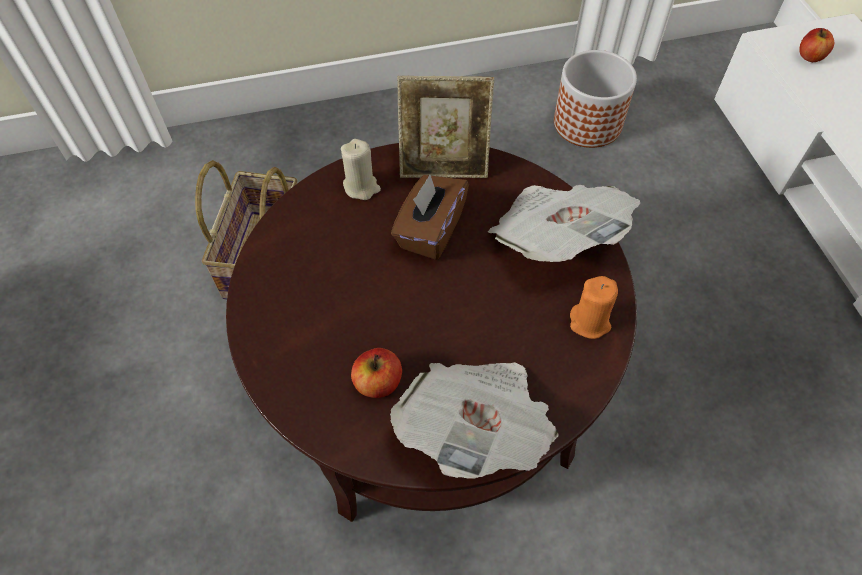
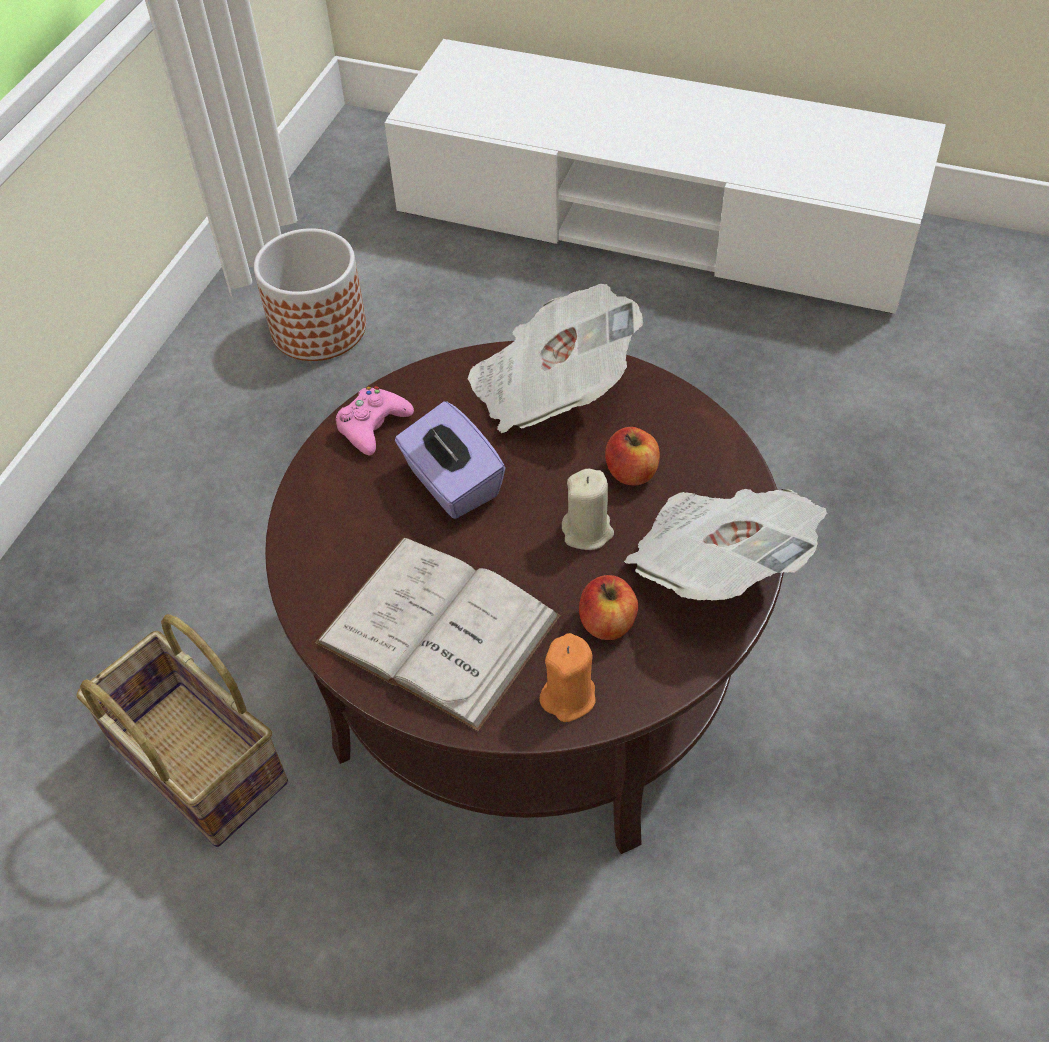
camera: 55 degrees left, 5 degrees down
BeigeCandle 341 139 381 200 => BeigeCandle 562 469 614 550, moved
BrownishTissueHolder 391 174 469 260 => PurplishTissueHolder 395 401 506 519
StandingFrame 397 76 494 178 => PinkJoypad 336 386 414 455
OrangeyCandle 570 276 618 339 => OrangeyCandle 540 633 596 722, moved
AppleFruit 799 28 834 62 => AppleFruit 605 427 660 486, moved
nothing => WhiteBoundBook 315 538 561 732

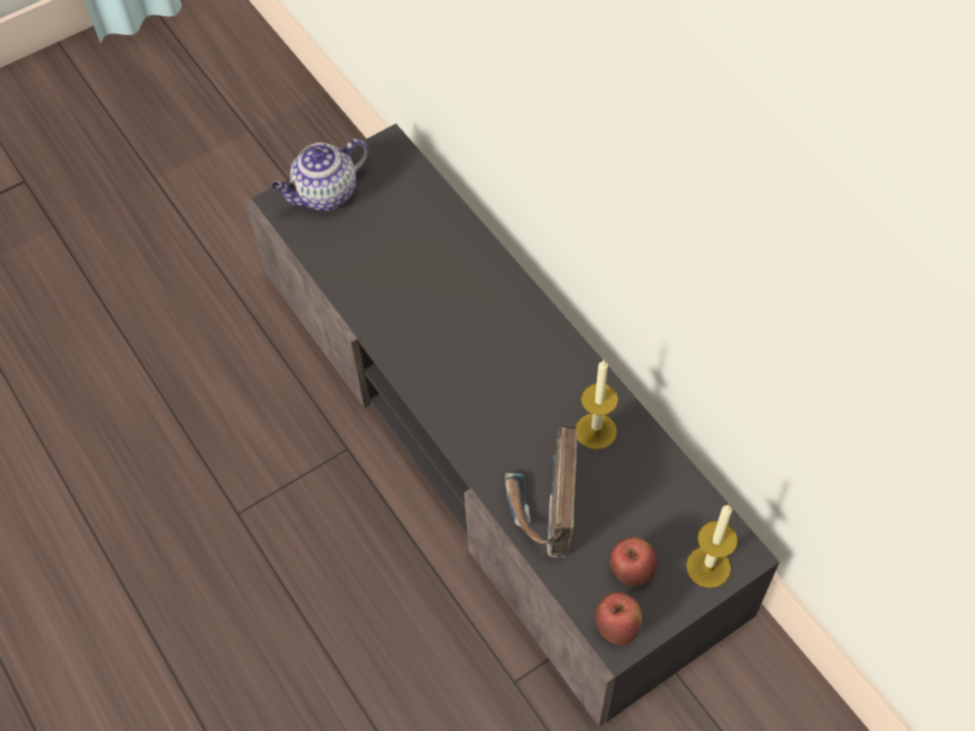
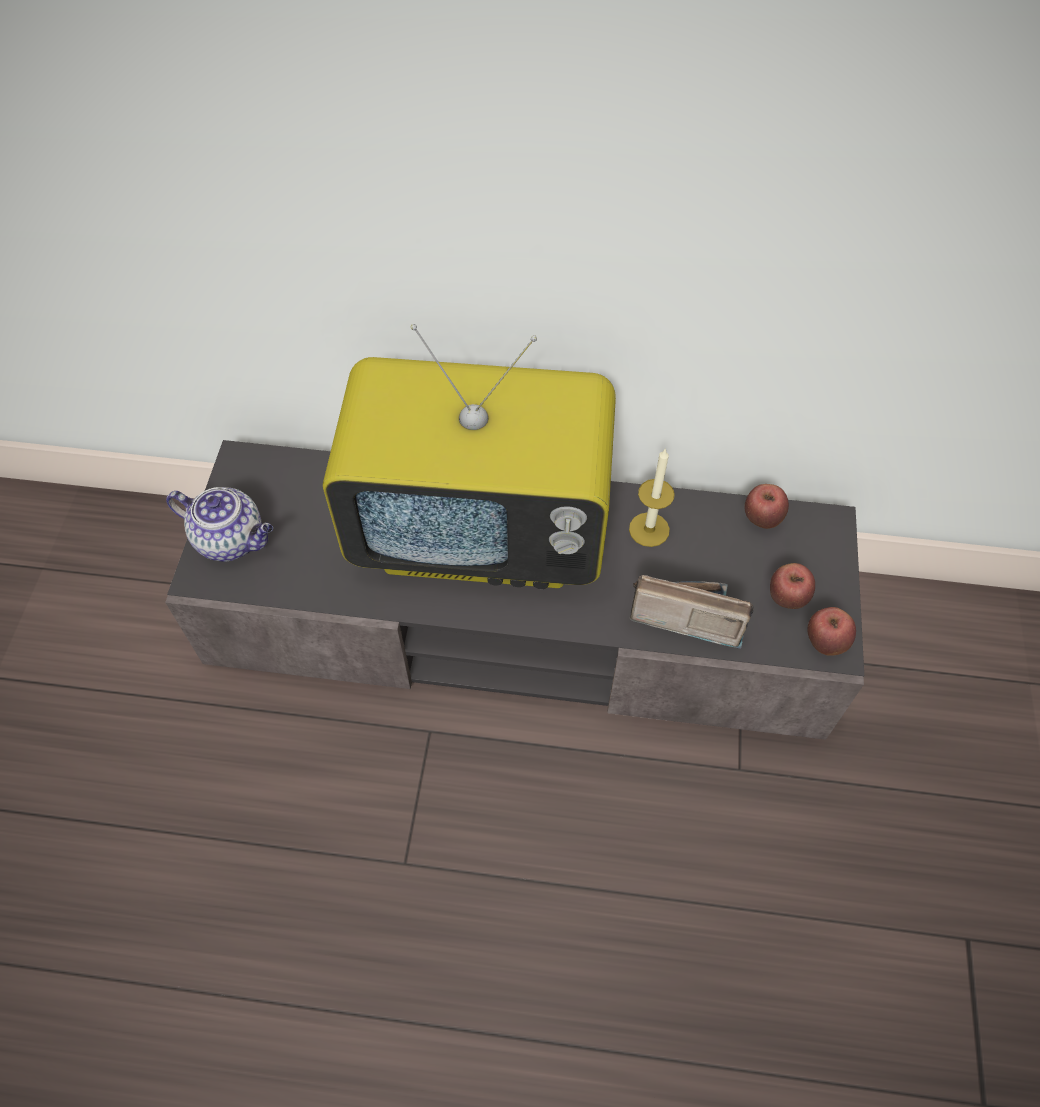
camera: 50 degrees left, 0 degrees up
Teapot 272 139 369 211 => Teapot 166 487 273 562, 75 degrees counterclockwise
RadioSet 505 426 577 557 => RadioSet 630 575 754 649, 150 degrees clockwise
Candle 686 504 737 588 => nothing
nothing => Tv 323 324 616 589
nothing => AppleFruit 744 484 789 529

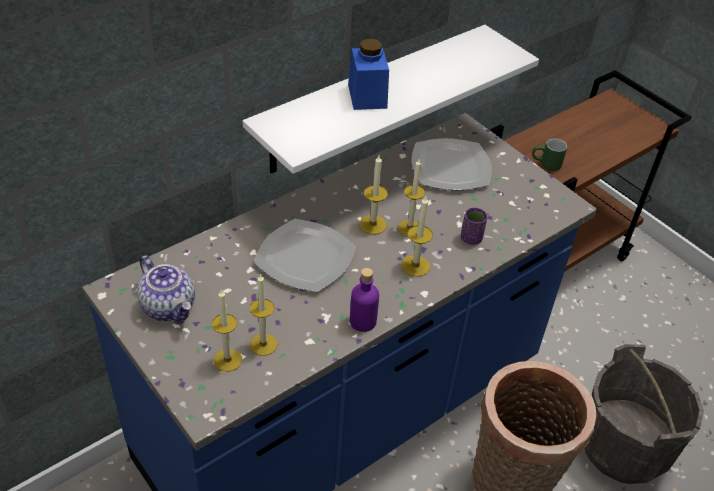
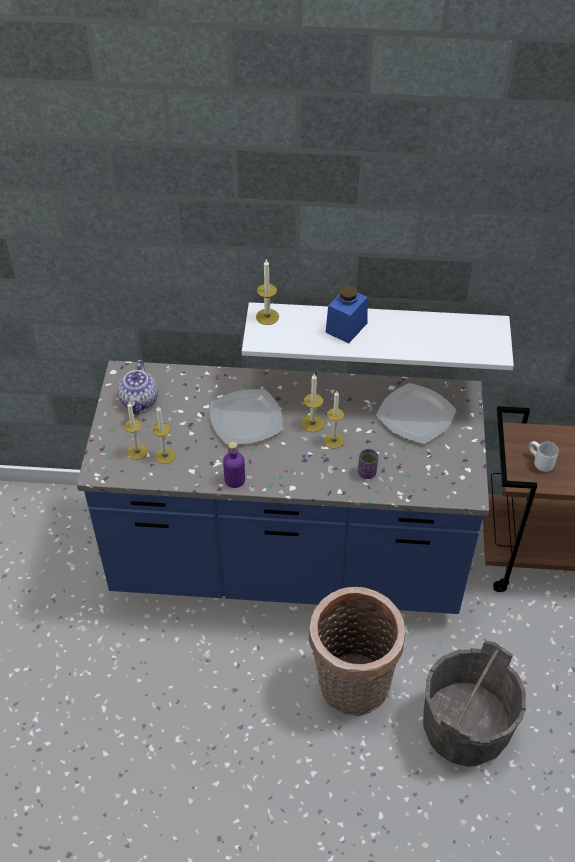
camera: 45 degrees right, 5 degrees up
Candle 401 196 433 277 => Candle 256 259 279 325, moved
GreenColouredTeaMug 532 138 567 171 => WhiteTeaMug 529 441 559 472

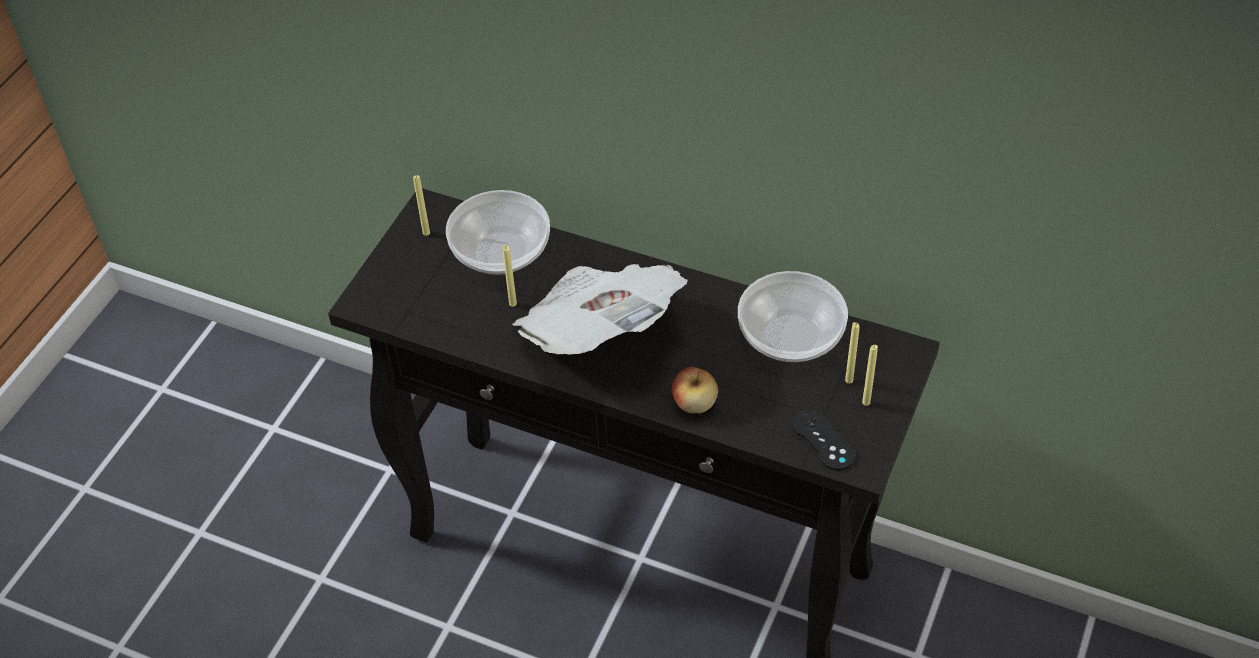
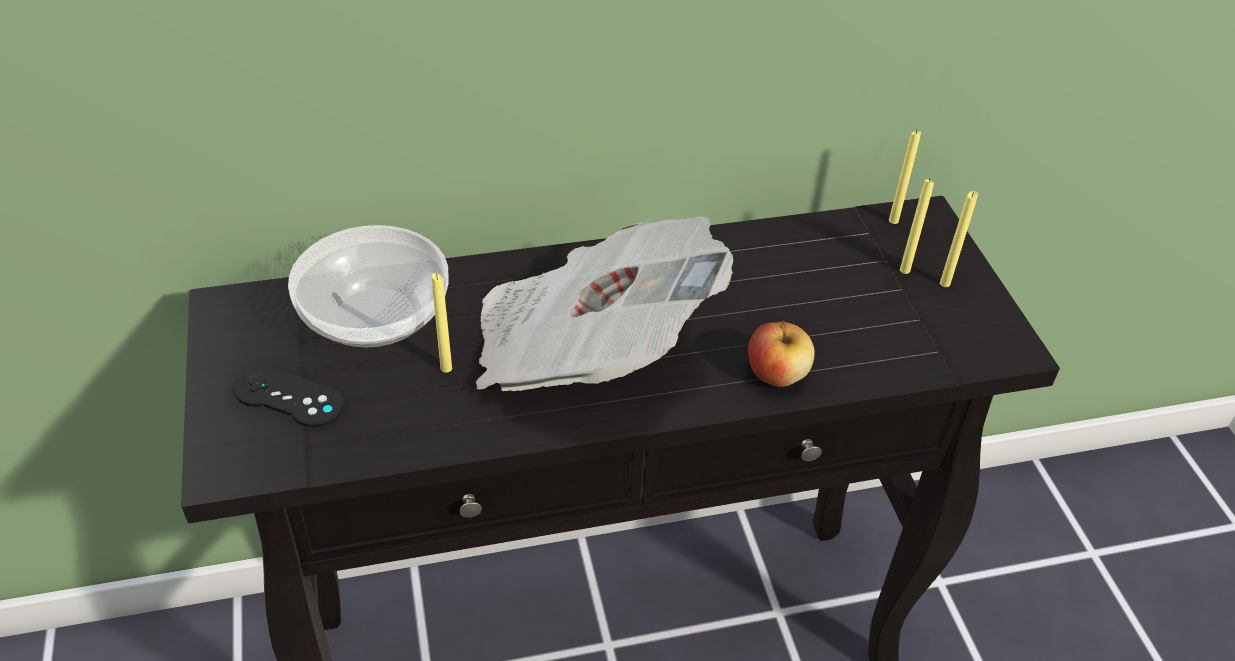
camera: 40 degrees left, 5 degrees down
YellowishCandle 413 175 430 236 => YellowishCandle 889 130 921 224, moved
Bowl 738 271 848 362 => nothing
BlackJoypad 792 409 856 470 => BlackJoypad 234 367 344 427, moved

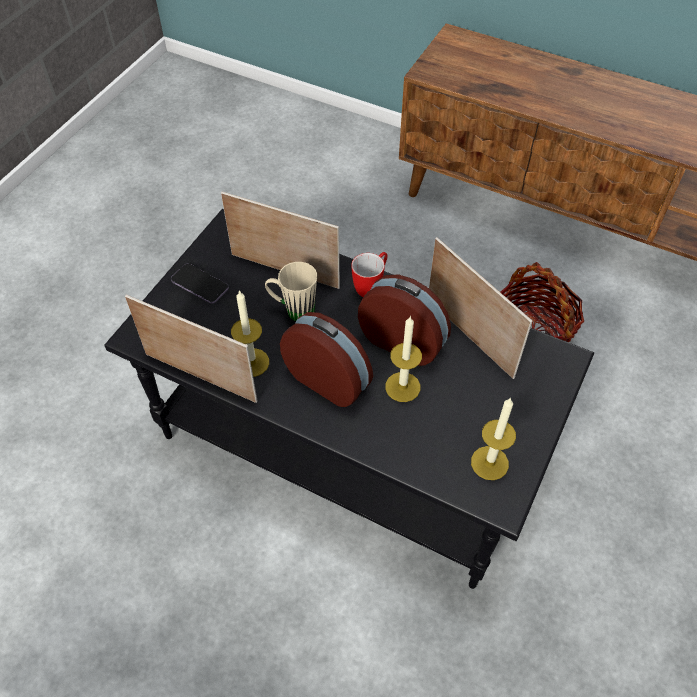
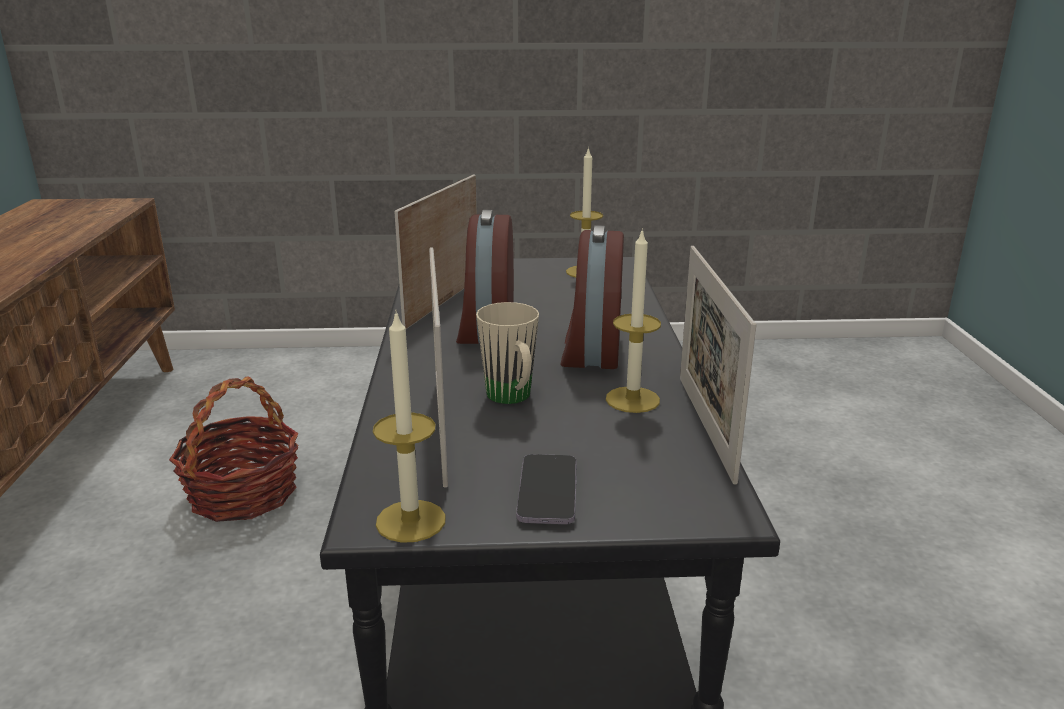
camera: 120 degrees left, 30 degrees down
TeaMug 351 252 388 297 => nothing
Candle 385 316 422 402 => Candle 373 310 446 543, moved

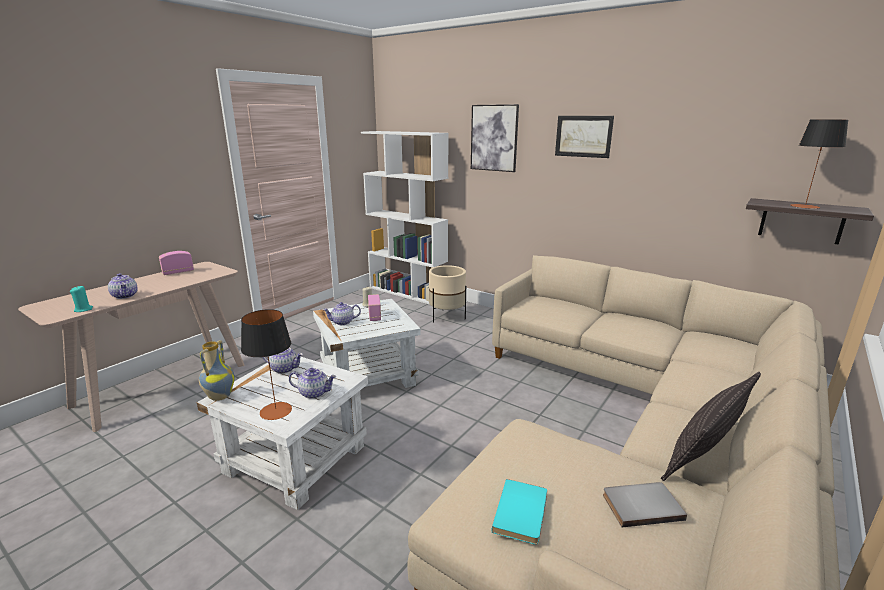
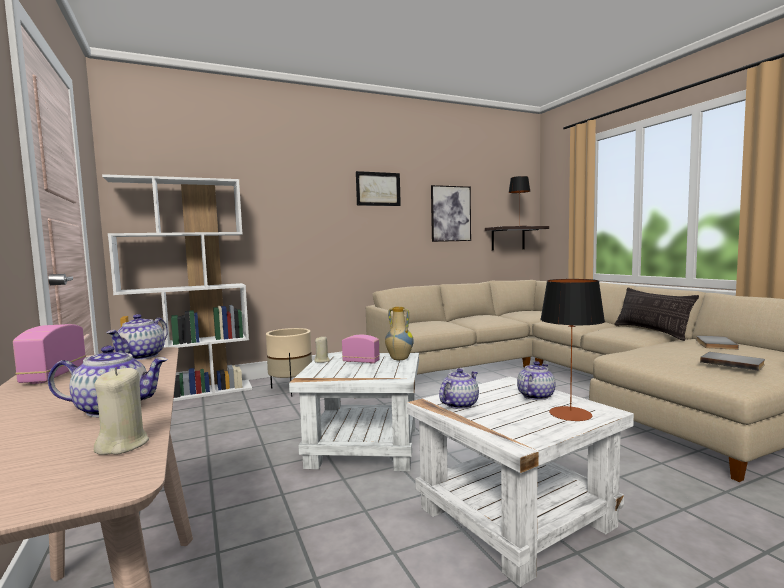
camera: 60 degrees left, 15 degrees down
BlueGreenCandle 70 286 93 312 => BeigeCandle 94 367 149 455
DecorativeVase 199 340 235 401 => DecorativeVase 385 307 414 360, moved
Teapot 323 302 361 325 => Teapot 107 314 168 360, moved
WallArt 471 104 519 172 => WallArt 431 185 471 242, moved
BlueGreenBoundBook 492 479 547 545 => GreyishBoundBook 700 352 765 371

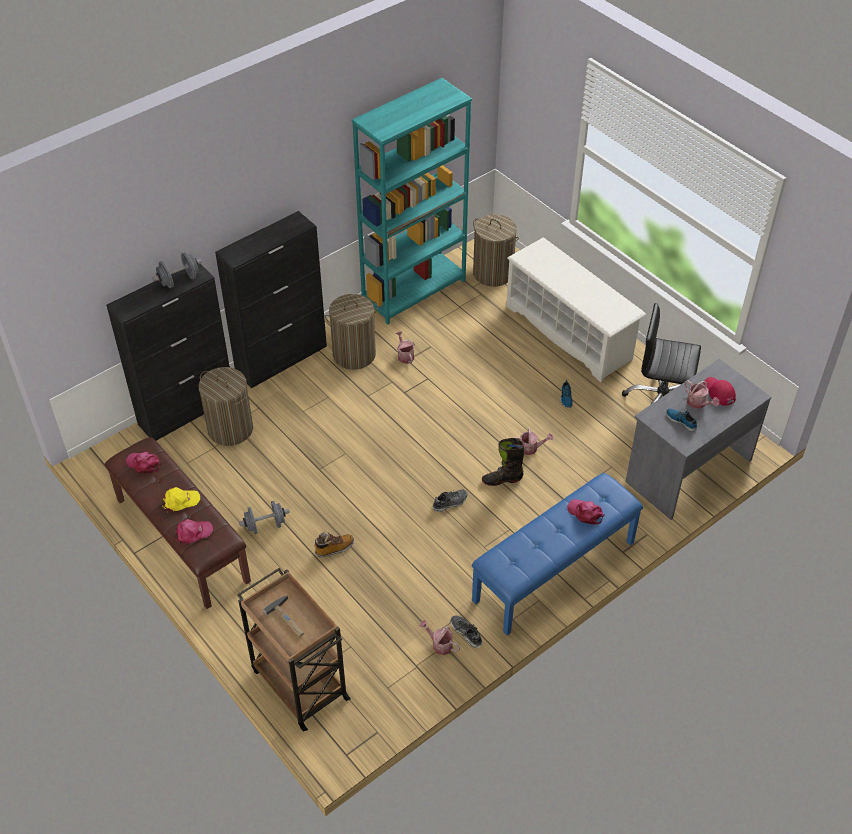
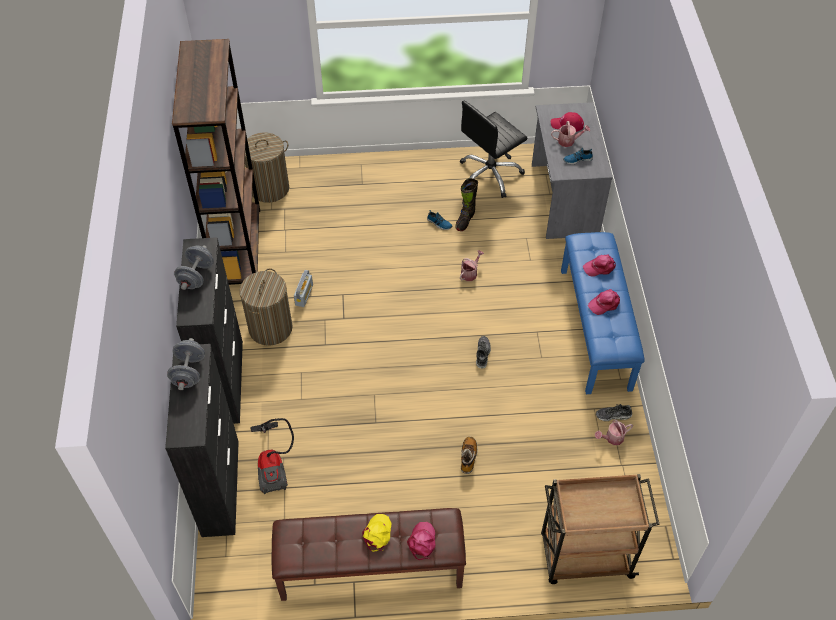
camera: 55 degrees left, 5 degrees up
PinkPeakedCap 126 452 162 473 => PinkPeakedCap 588 289 620 315, moved
Hamper 198 367 253 446 => Vacuum 250 418 294 494
GreyishDumbbell 239 501 290 534 => GreyishDumbbell 174 245 214 290, moved
HandHammer 263 595 304 637 => nothing
BlueGreenBookcase 352 78 472 325 => BrownishBookcase 172 39 260 285
WateringPot 396 331 415 364 => RadioSet 294 270 313 307
BlackHighTopBoot 482 438 524 486 => BlackHighTopBoot 456 178 478 231, moved
WhiteShoeShelf 506 237 646 382 => nothing

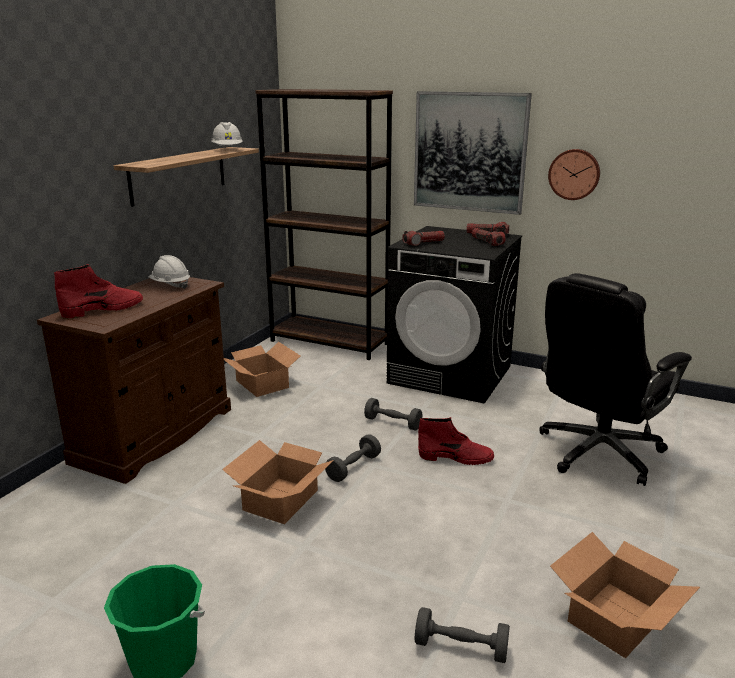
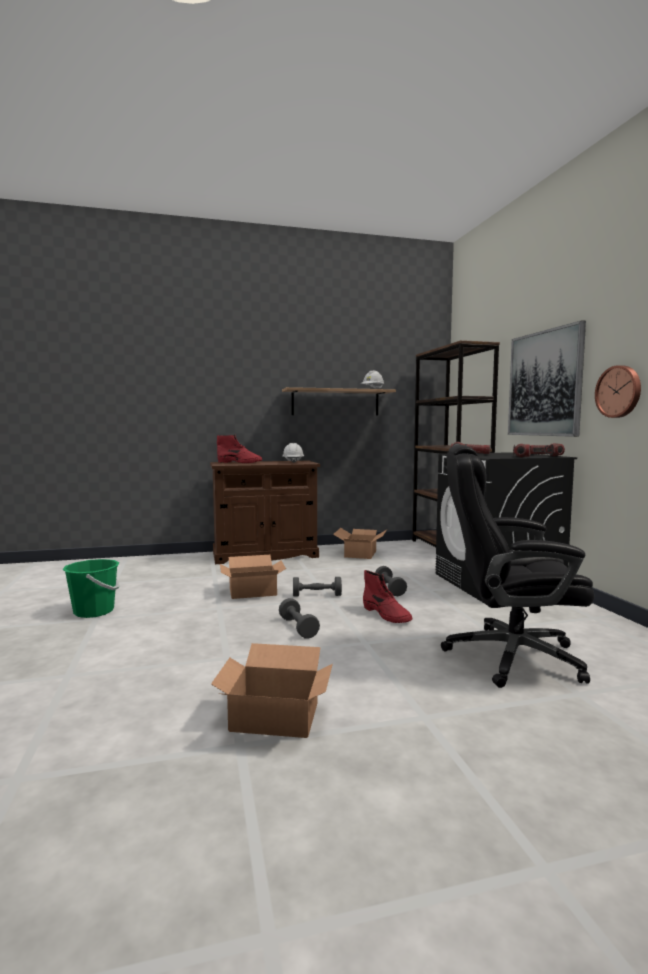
camera: 50 degrees right, 15 degrees down
GreyishDumbbell 415 607 510 663 => GreyishDumbbell 279 598 320 639, moved

